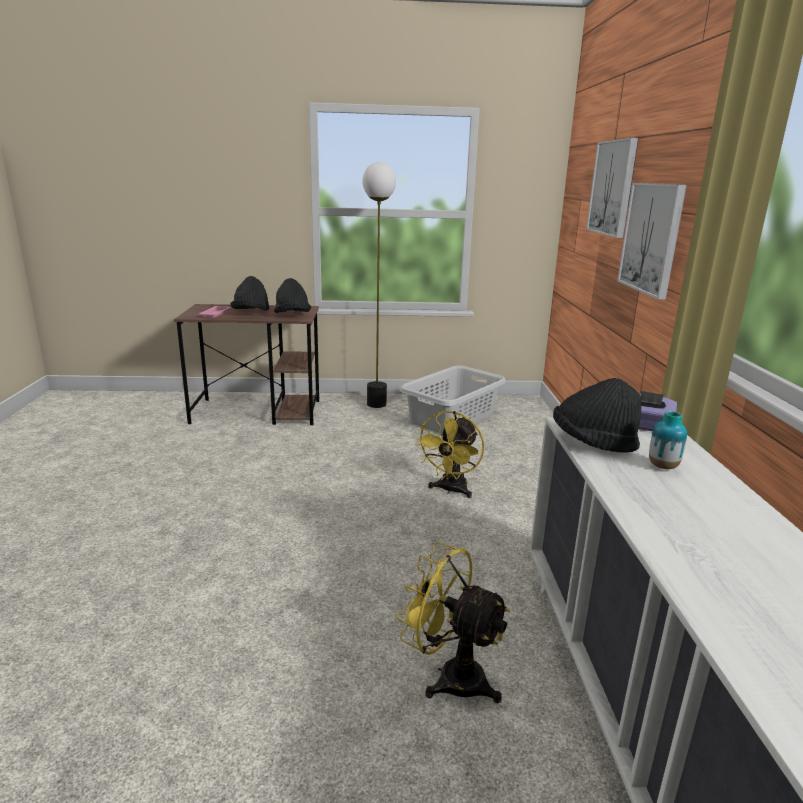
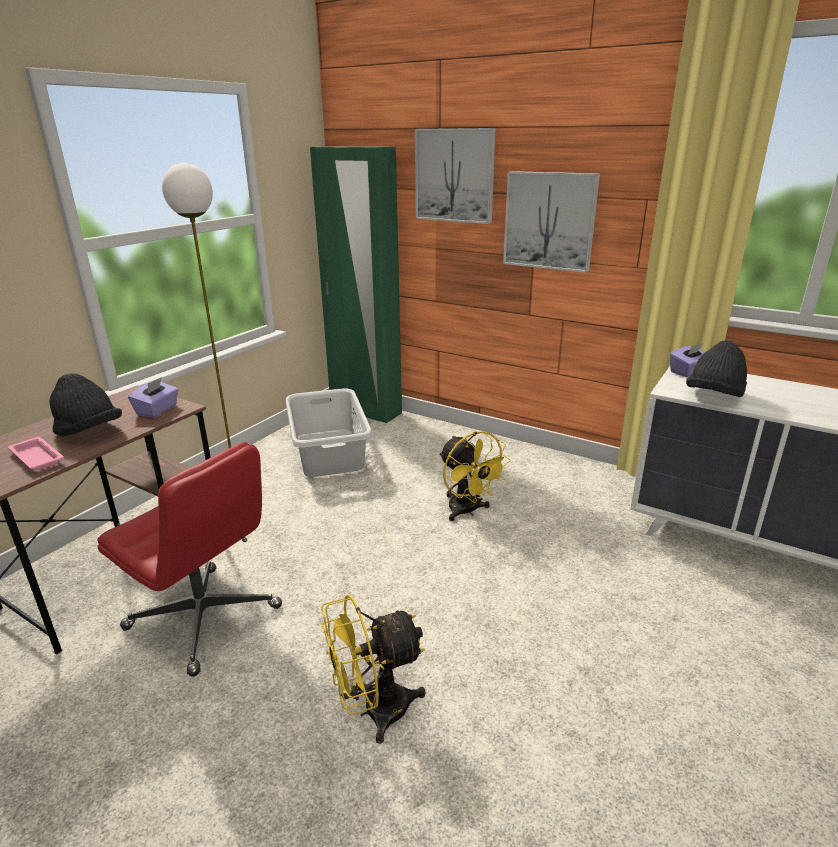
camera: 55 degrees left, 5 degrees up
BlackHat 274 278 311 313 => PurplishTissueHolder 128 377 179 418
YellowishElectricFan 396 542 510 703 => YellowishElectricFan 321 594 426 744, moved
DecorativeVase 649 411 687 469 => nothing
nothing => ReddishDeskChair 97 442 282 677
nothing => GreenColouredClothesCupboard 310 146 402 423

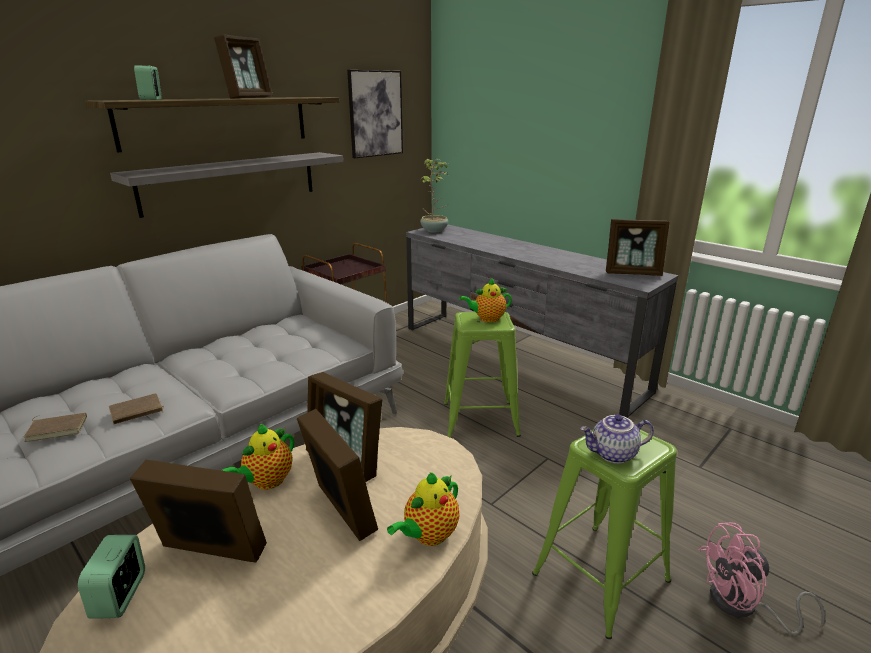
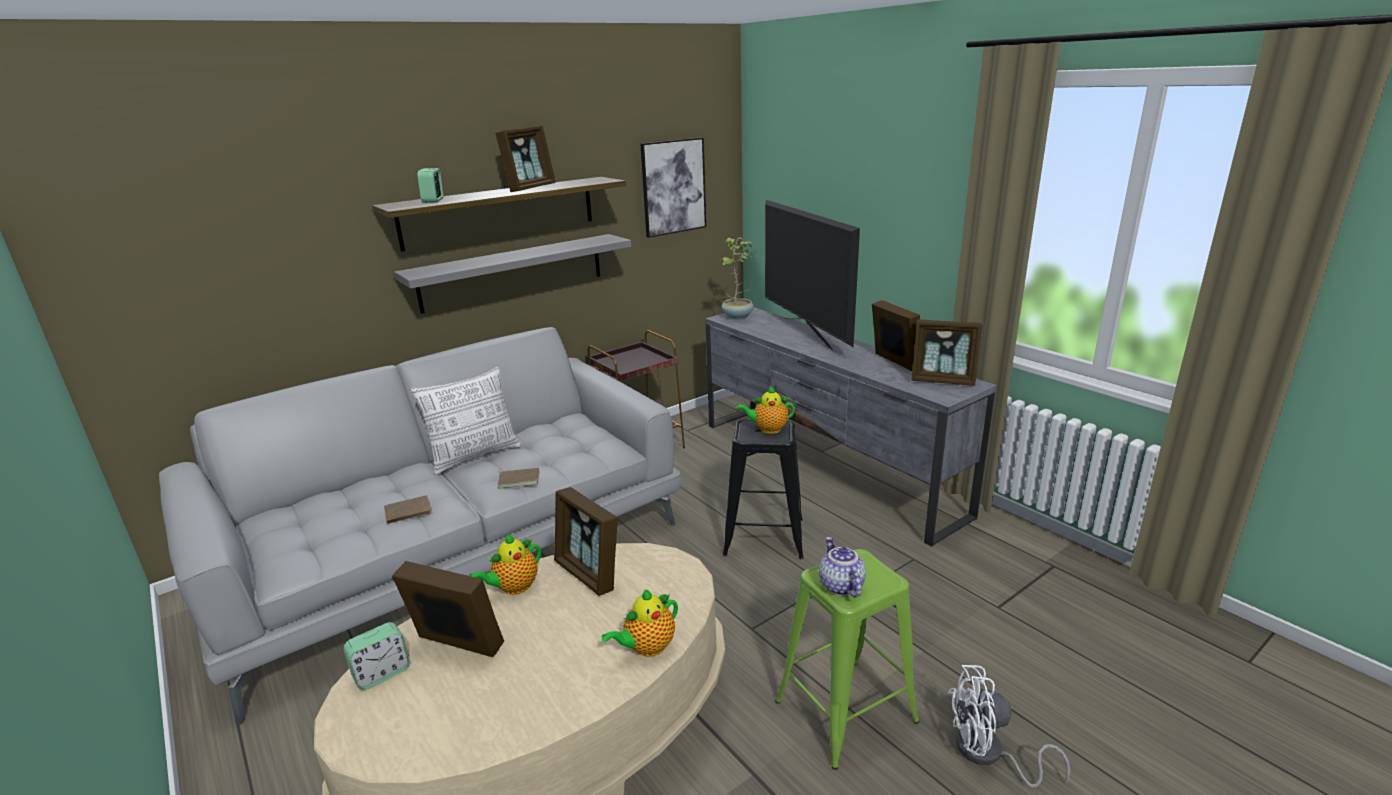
camera: 10 degrees right, 0 degrees up
BrownishBoundBook 24 413 87 442 => BrownishBoundBook 498 468 539 489, moved
TableClock 78 535 145 619 => TableClock 343 622 410 690, 135 degrees counterclockwise
StandingFrame 297 409 378 541 => StandingFrame 872 300 920 371, moved
GreenColouredStool 444 312 521 438 => BlackStool 723 420 804 559
Teapot 580 414 654 464 => Teapot 819 537 866 598, 75 degrees clockwise
PinkElectricFan 698 523 825 635 => WhiteElectricFan 948 665 1070 788
nothing => Cushion 411 367 521 475
nothing => Tv 765 200 860 350

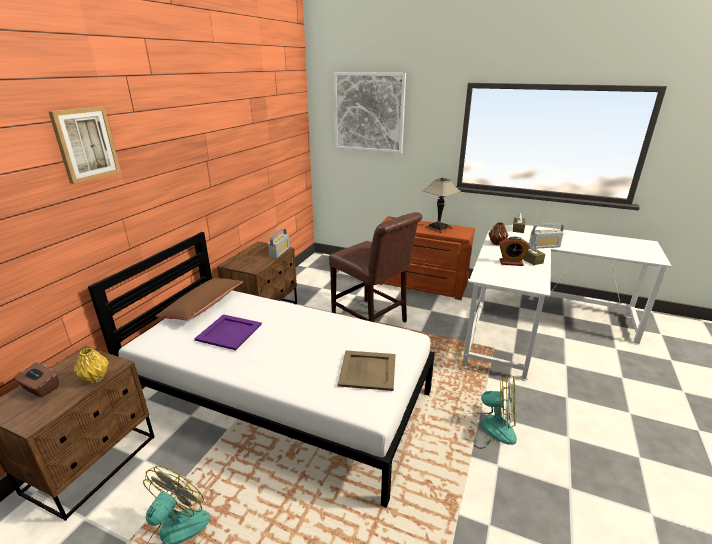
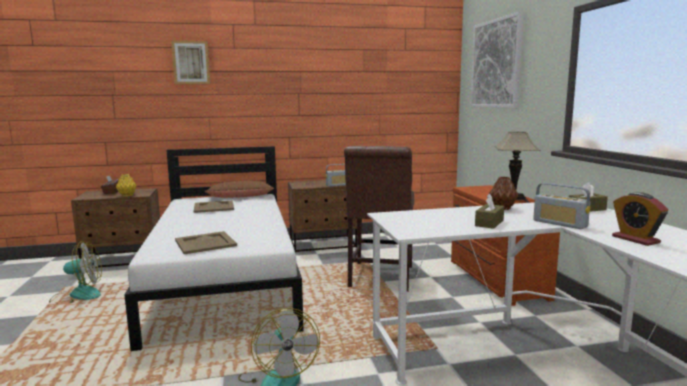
camera: 55 degrees right, 15 degrees down
PurplishCarryingTray 194 314 262 350 => BeigeCarryingTray 194 200 234 213
TableClock 499 237 530 266 => TableClock 612 192 668 246, moved

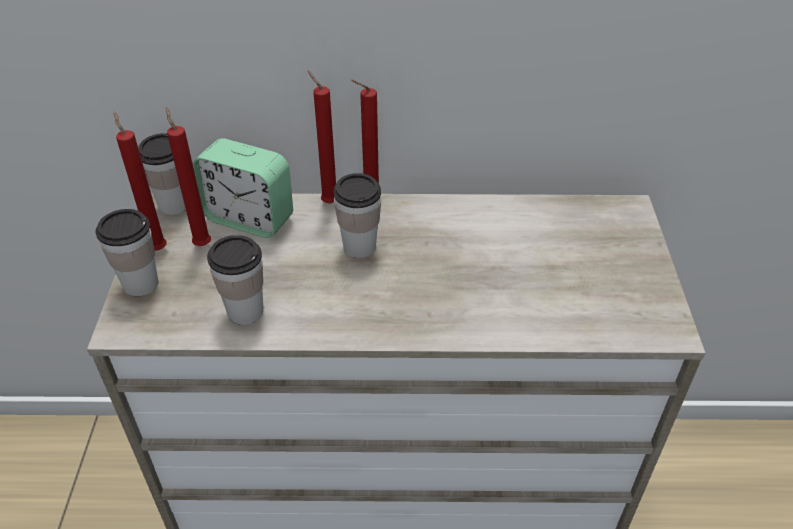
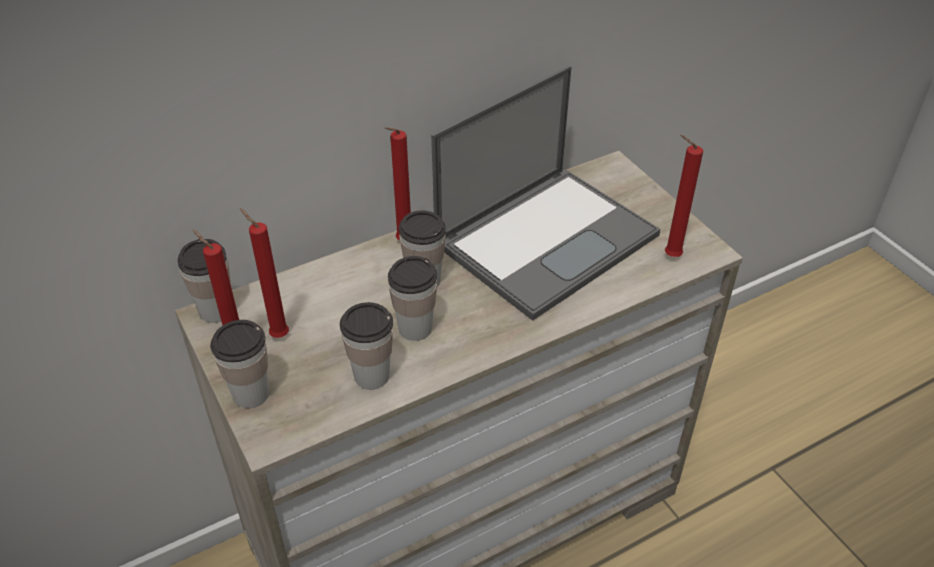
camera: 30 degrees left, 0 degrees up
TableClock 193 138 293 238 => nothing
ReddishCandle 307 70 336 204 => ReddishCandle 665 135 703 257, moved
nothing => DrinkingCup 388 256 437 341
nothing => NotebookComputer 431 66 660 321

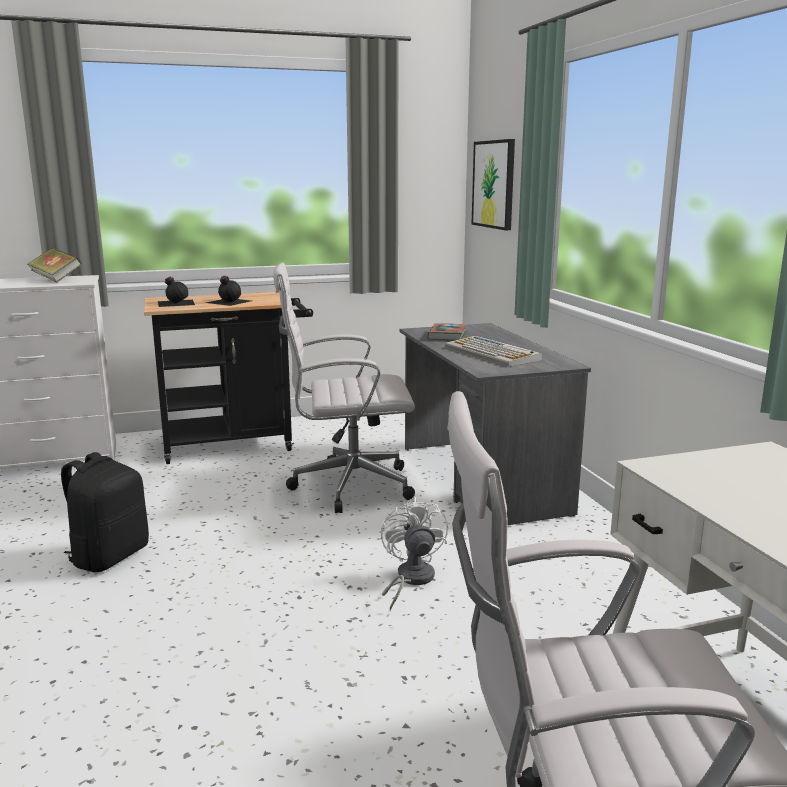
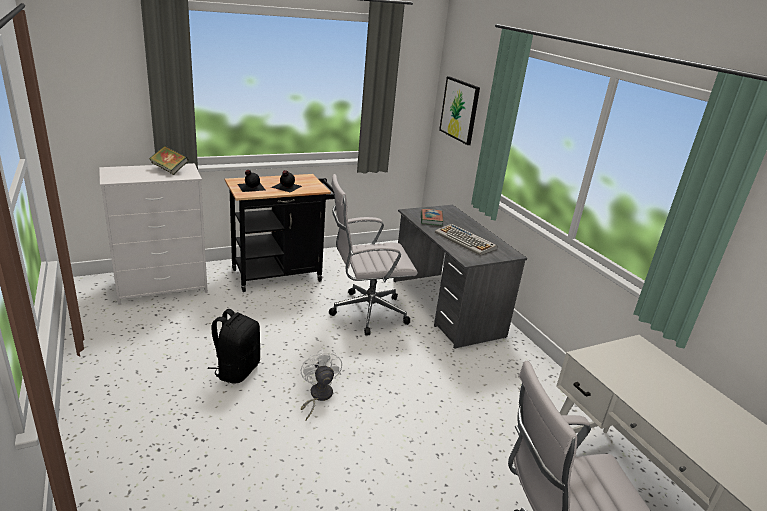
camera: 10 degrees left, 10 degrees up
WhiteElectricFan 381 497 448 611 => WhiteElectricFan 301 349 342 420, moved

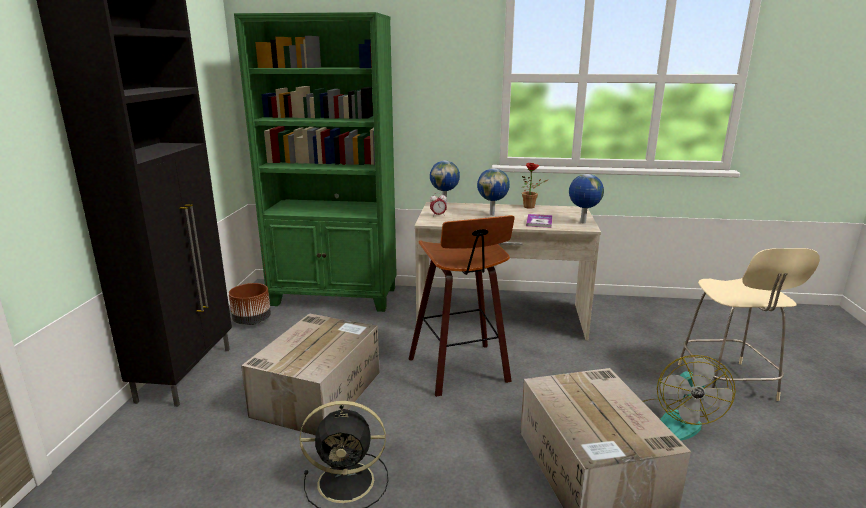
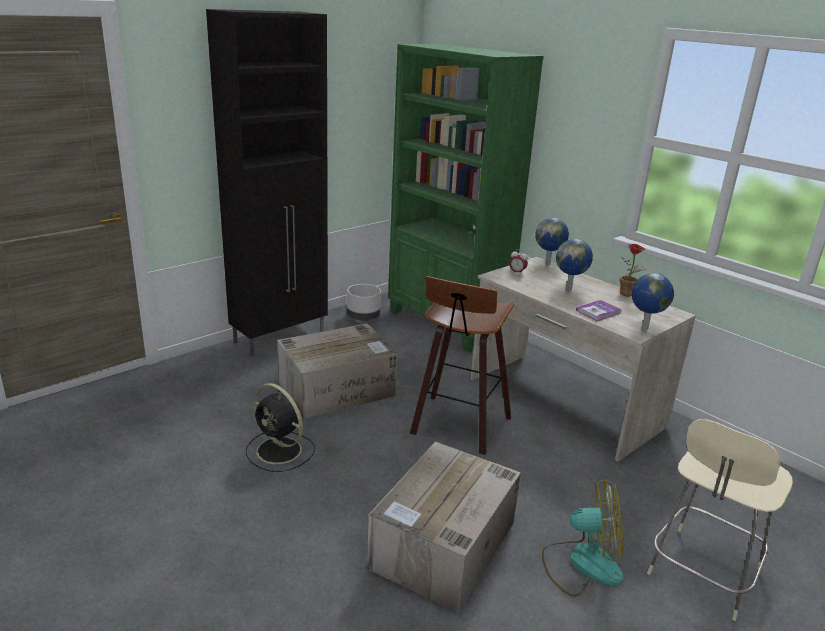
camera: 40 degrees right, 5 degrees up
BrownishFlowerPot 229 283 271 325 => GreyishFlowerPot 347 284 381 321
ElectricFan 643 355 736 441 => ElectricFan 542 479 623 597, 135 degrees counterclockwise

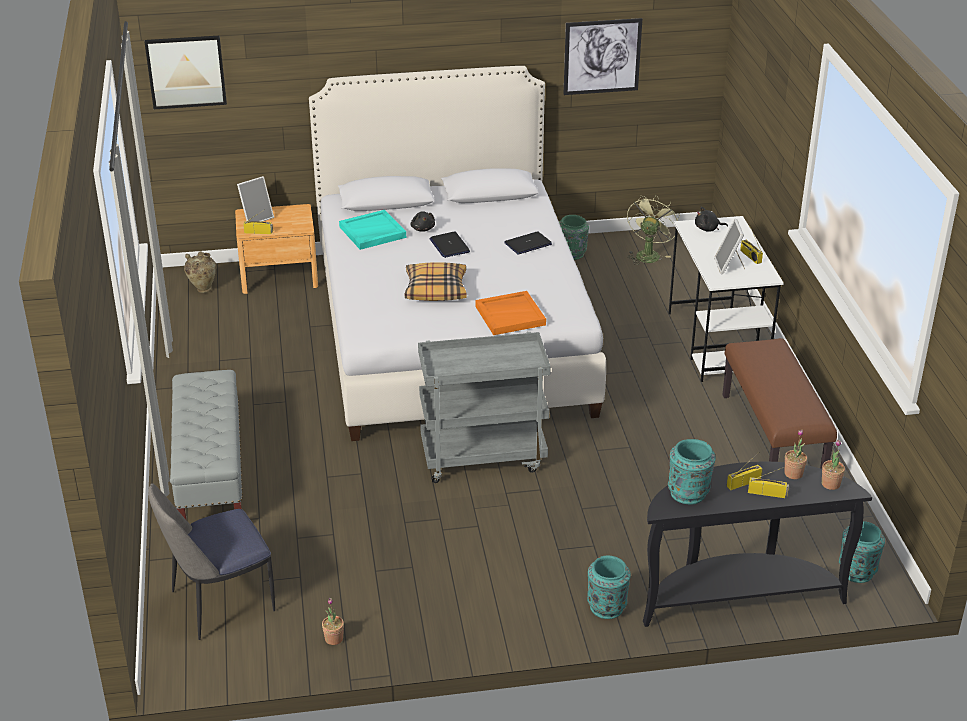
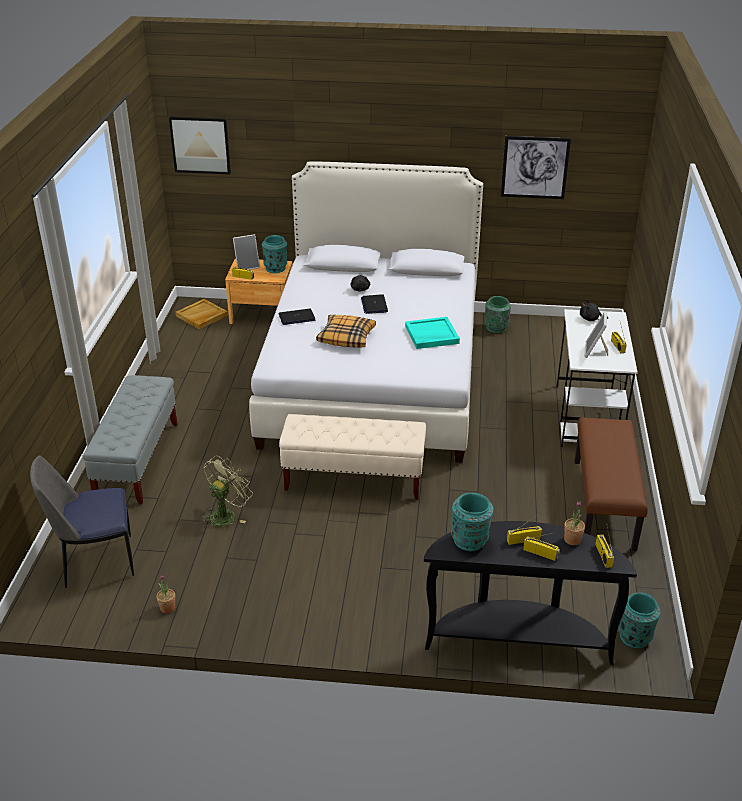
camera: 15 degrees right, 0 degrees up
BeigeDecorativeVase 184 251 216 293 => BeigeCarryingTray 175 299 228 329
BlueGreenCarryingTray 339 210 406 250 => BlueGreenCarryingTray 405 317 460 349, moved
GreyishTrolley 418 332 551 483 => BeigeIndoorBench 279 414 426 500
OrangeyCarryingTray 475 291 546 335 => nothing
NotebookComputer 504 231 552 255 => NotebookComputer 279 309 316 325, moved
BlueGreenDecorativeVase 587 556 631 619 => BlueGreenDecorativeVase 262 235 287 273, moved
GreenColouredElectricFan 627 194 680 265 => GreenColouredElectricFan 202 455 253 527, moved
Houseplant 822 440 845 490 => RadioSet 595 527 614 568

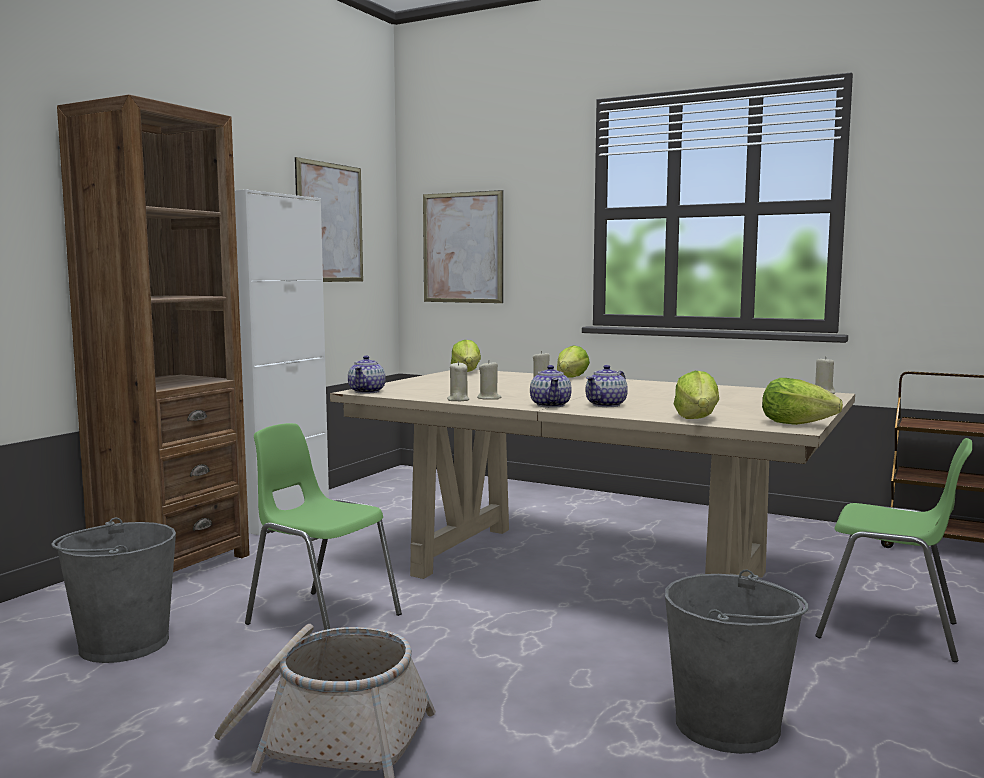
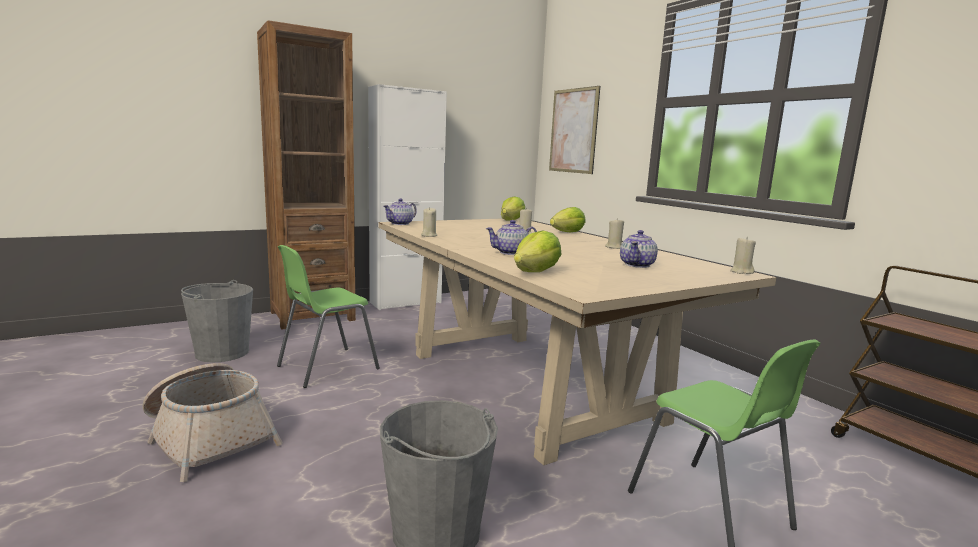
camera: 30 degrees right, 5 degrees up
GreenColouredChair 245 423 402 630 => GreenColouredChair 277 245 380 388, 105 degrees counterclockwise
WallArt 295 157 363 282 => nothing
BeigeCandle 477 361 501 400 => BeigeCandle 605 218 624 249, moved
Teapot 530 365 572 408 => Teapot 620 230 658 268, moved
Lettuce 762 378 843 425 => nothing

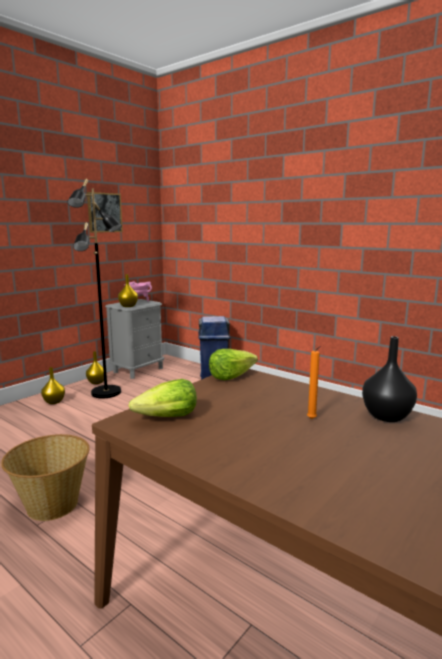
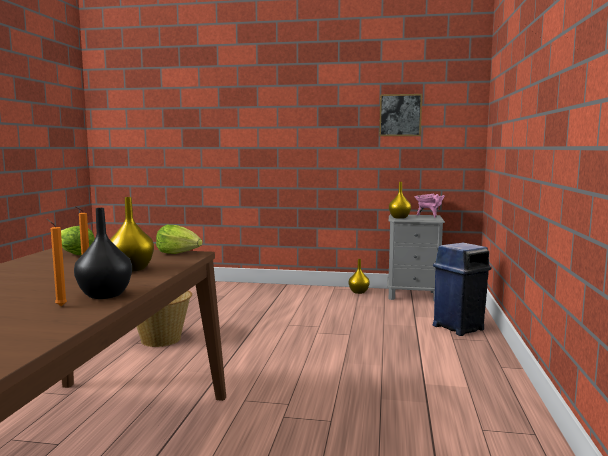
camera: 60 degrees right, 5 degrees down
YellowishDecorativeVase 41 367 65 404 => YellowishDecorativeVase 110 197 154 272, moved
BlackStandardLamp 67 179 122 399 => nothing
nothing => OrangeyCandle 46 218 67 306

